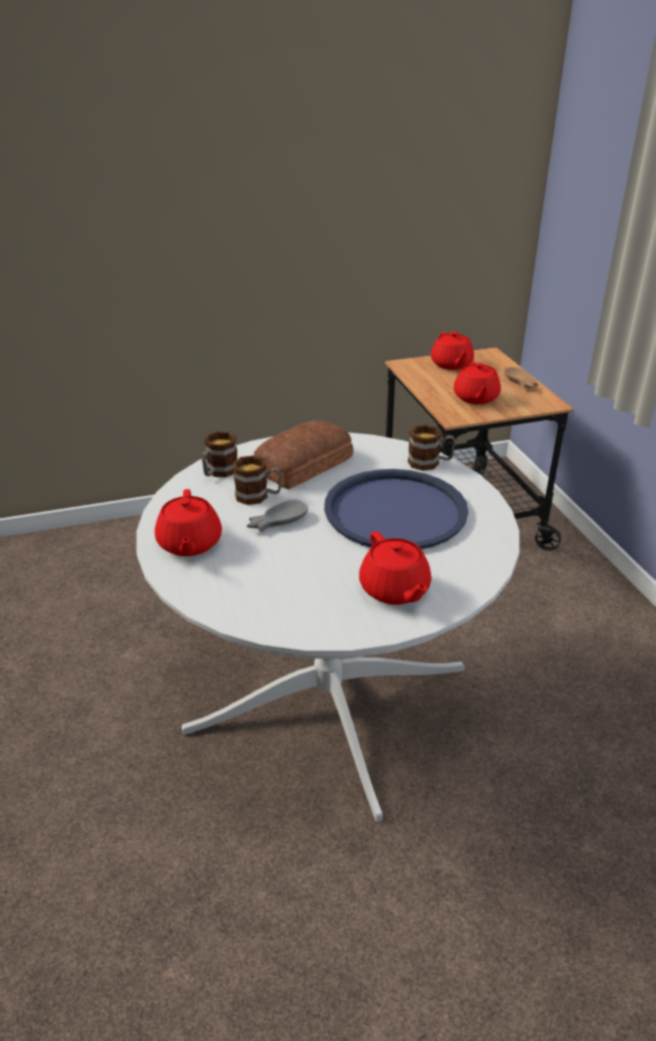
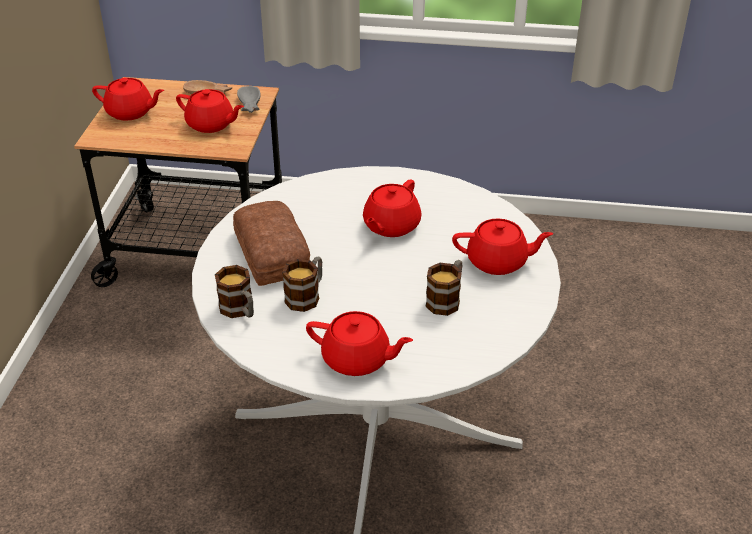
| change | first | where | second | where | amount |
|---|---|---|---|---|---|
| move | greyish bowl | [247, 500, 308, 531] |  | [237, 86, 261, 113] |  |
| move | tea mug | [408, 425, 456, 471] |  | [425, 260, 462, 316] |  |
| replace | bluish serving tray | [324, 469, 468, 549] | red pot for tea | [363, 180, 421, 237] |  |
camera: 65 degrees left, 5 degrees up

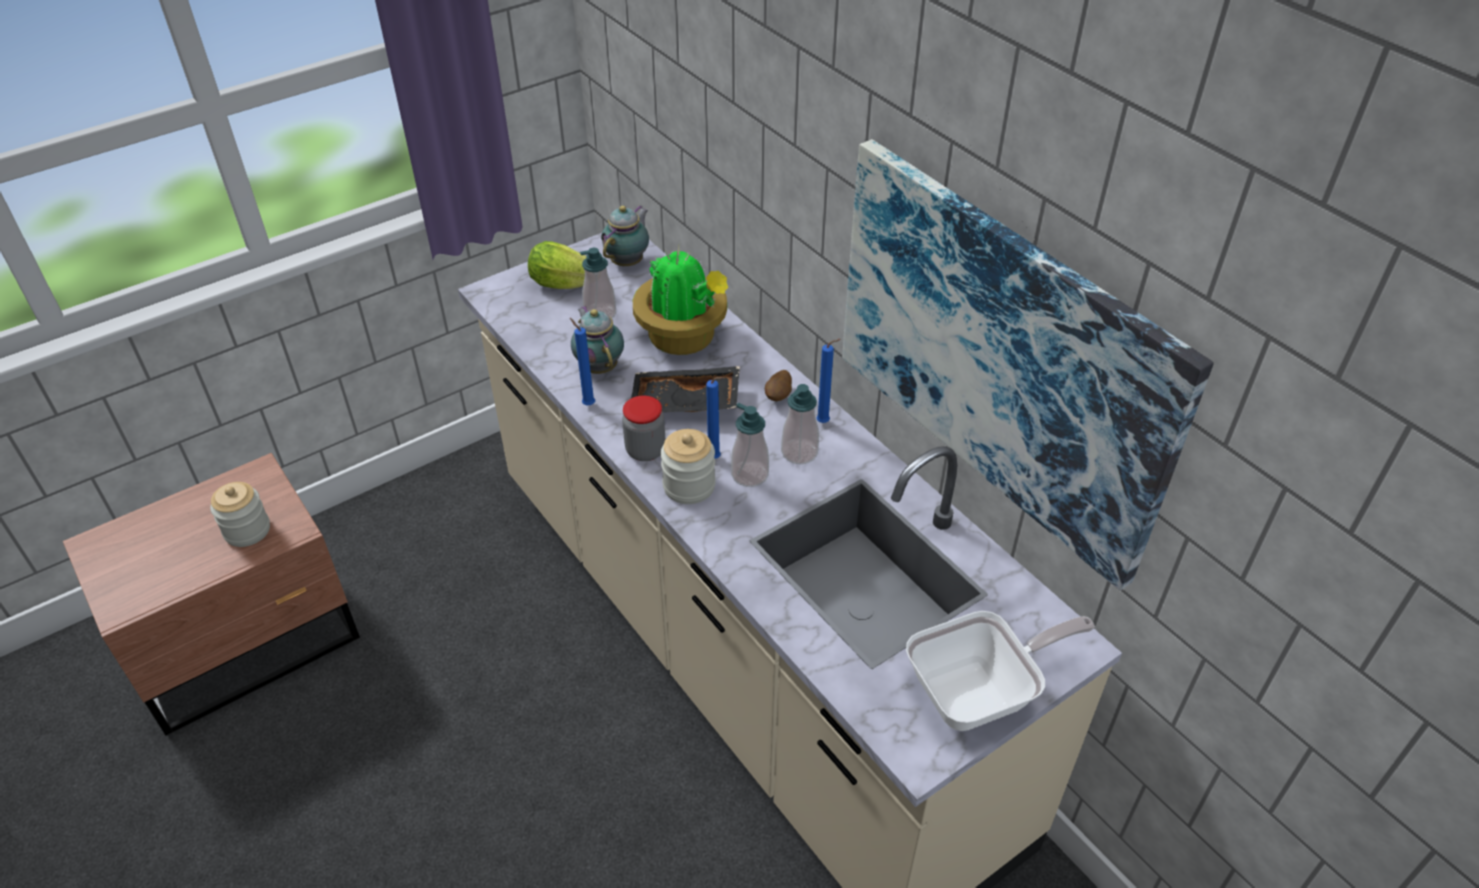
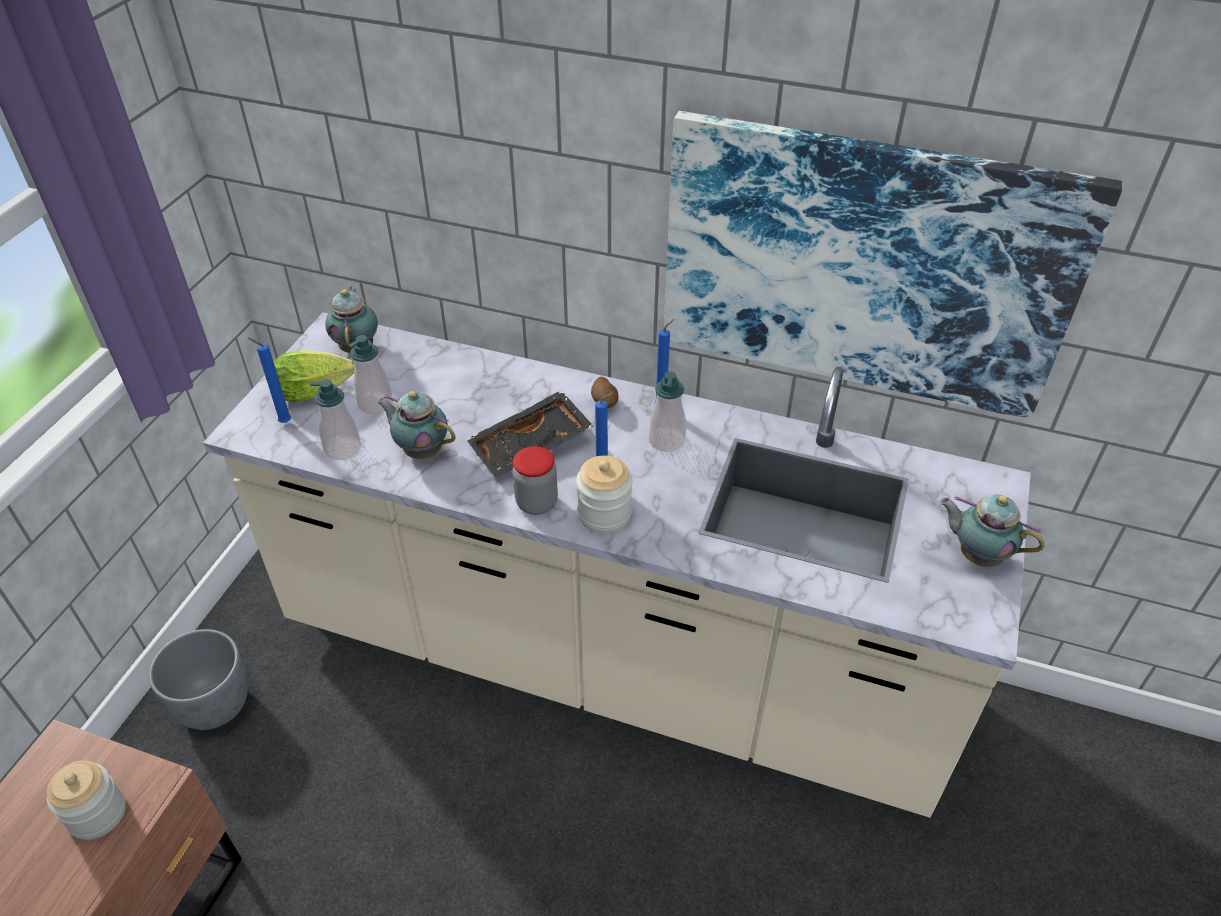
| change | first | where | second | where | amount |
|---|---|---|---|---|---|
| delete | plant in a pot | [633, 247, 728, 355] |  |  |  |
| insert |  |  | greyish flower pot | [149, 629, 248, 730] |  |
| move | bluish wax candle | [570, 318, 595, 405] |  | [248, 338, 291, 423] |  |
| move | liquid soap bottle | [731, 403, 769, 487] |  | [310, 379, 361, 460] |  |
| replace | frying pan | [906, 611, 1095, 731] | pot for tea | [940, 494, 1044, 567] |  |
camera: 35 degrees left, 0 degrees up

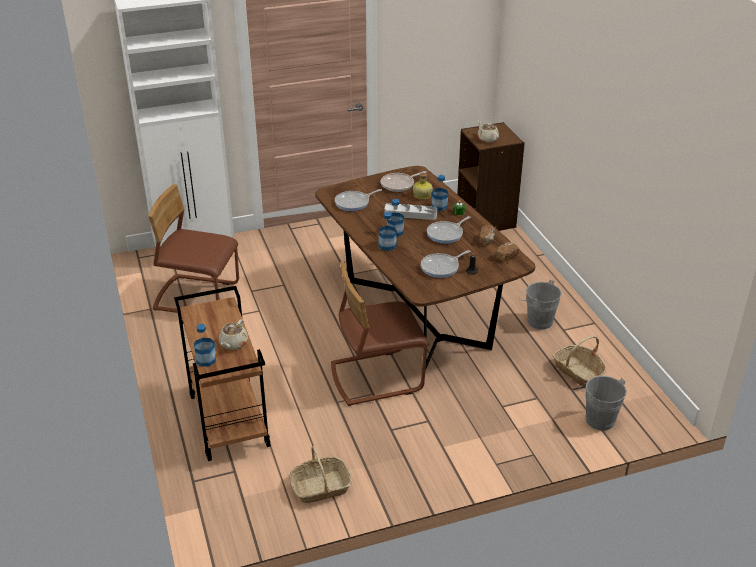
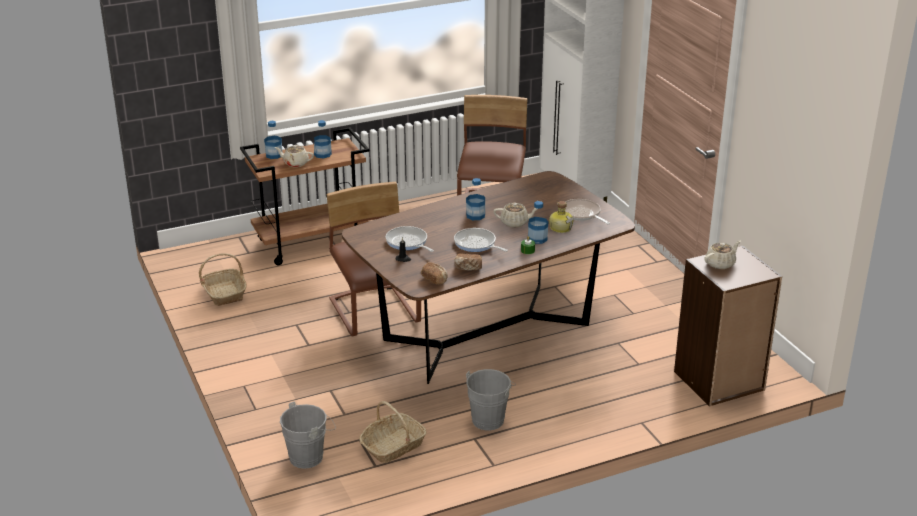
| change | first | where | second | where | amount |
|---|---|---|---|---|---|
| delete | frying pan | [335, 189, 382, 211] |  |  |  |
| move | beverage bottle | [378, 212, 397, 251] |  | [314, 120, 332, 158] |  |
| replace | greyish serving tray | [385, 203, 437, 220] | beige-coloured pot for tea | [493, 203, 537, 227] |  |
camera: 85 degrees right, 5 degrees down

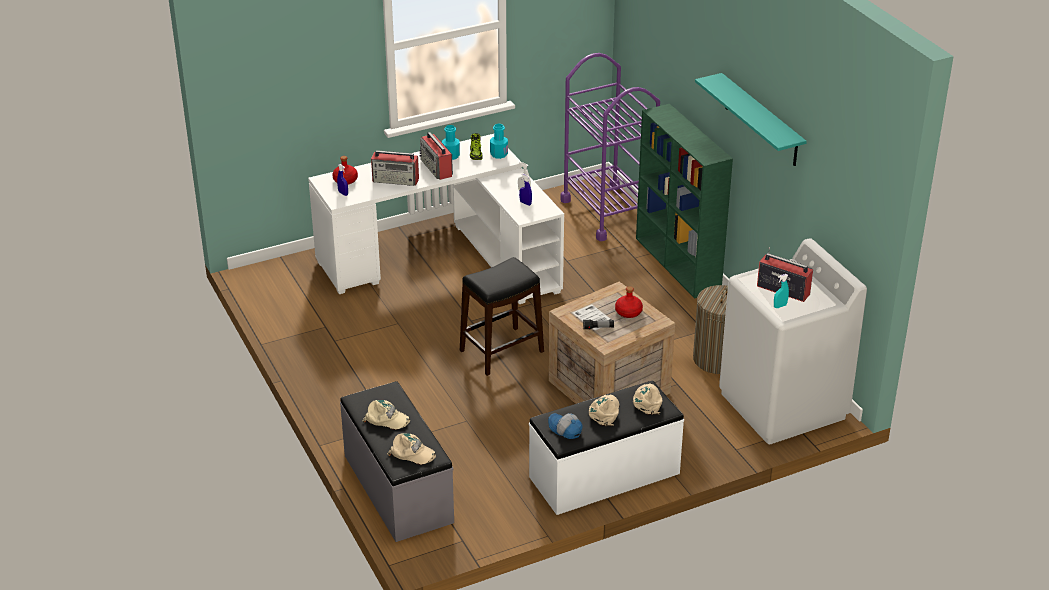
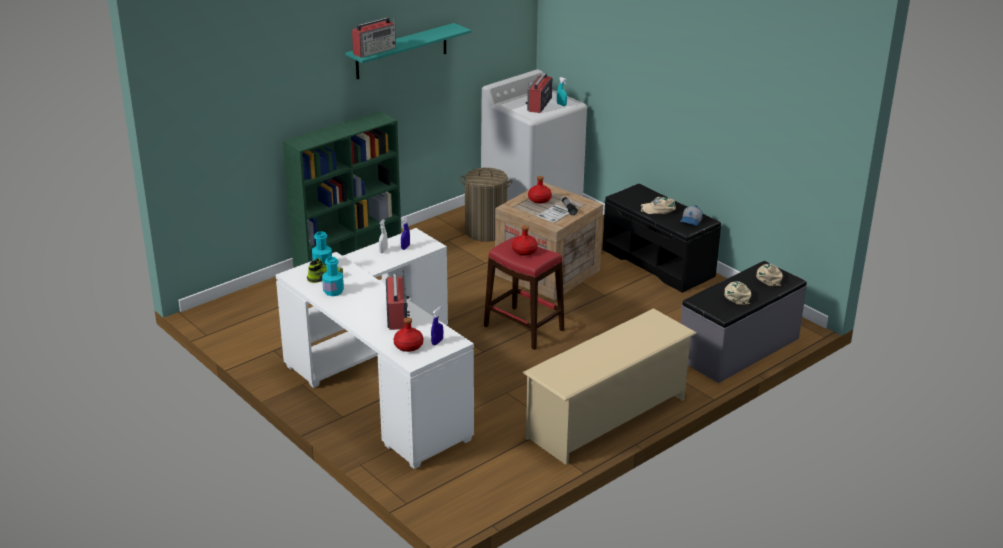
| change | first | where | second | where | amount |
|---|---|---|---|---|---|
| delete | purple wheeled cart | [560, 53, 660, 241] |  |  |  |
| delete | beige-coloured cap | [633, 383, 662, 415] |  |  |  |
| insert |  |  | red beverage bottle | [512, 226, 538, 256] |  |
| insert |  |  | beige-coloured shoe shelf | [523, 308, 697, 465] |  |
| move | radio receiver | [419, 132, 453, 180] |  | [352, 17, 396, 58] |  |
| recolor | black-coloured stool seat | [460, 257, 544, 376] | red stool seat | [484, 236, 564, 350] |  |
| recolor | white-coloured bench | [529, 381, 684, 515] | black-coloured bench | [602, 184, 721, 293] |  |
camera: 105 degrees left, 5 degrees down

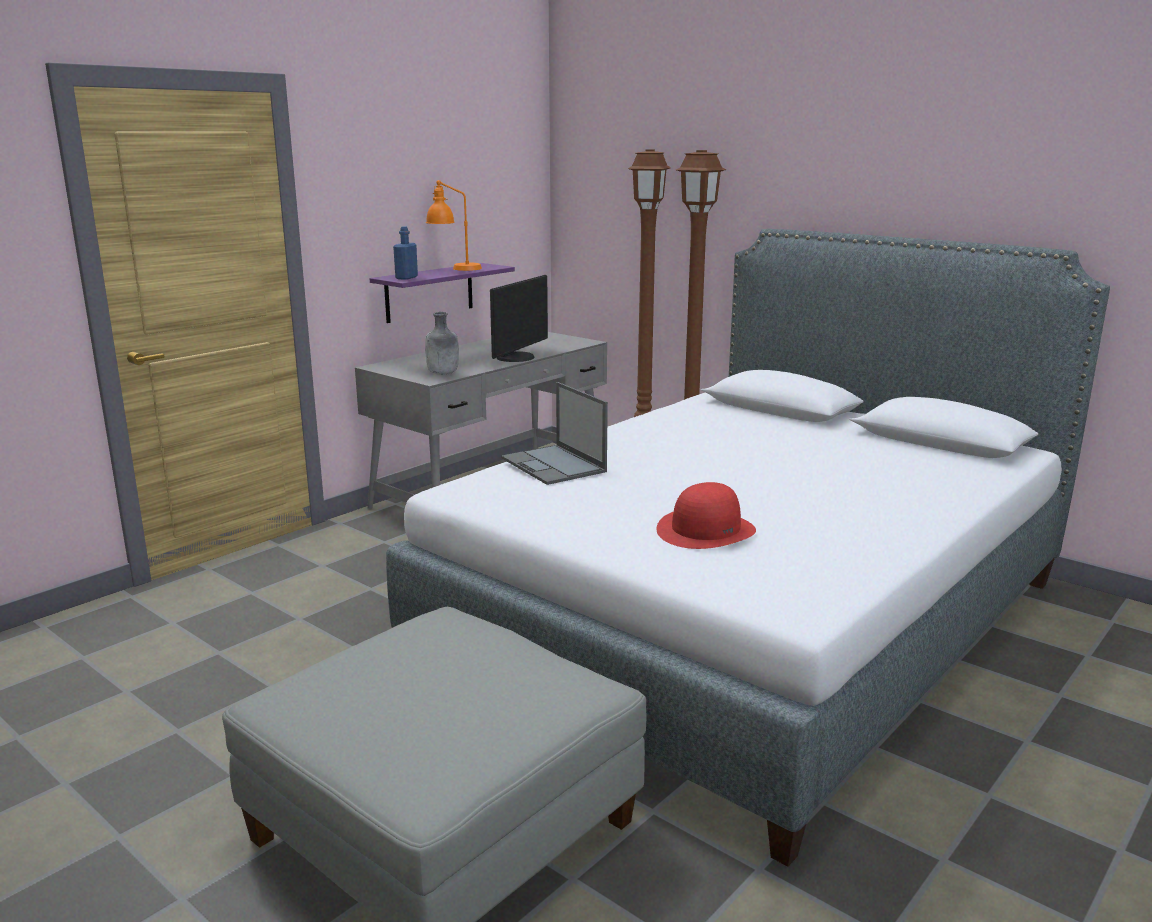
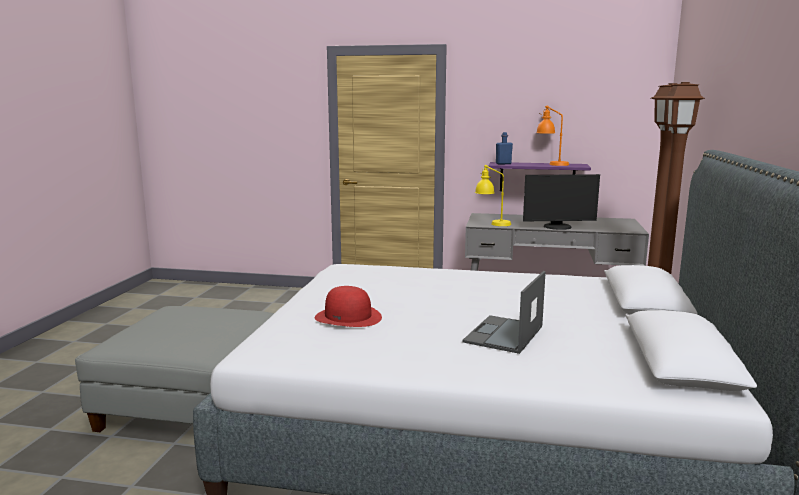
| change | first | where | second | where | amount |
|---|---|---|---|---|---|
| move | laptop | [501, 382, 608, 485] |  | [462, 271, 546, 354] |  |
| replace | greyish beverage bottle | [425, 312, 459, 375] | yellow tabletop lamp | [475, 165, 511, 226] |  |
camera: 60 degrees right, 5 degrees down

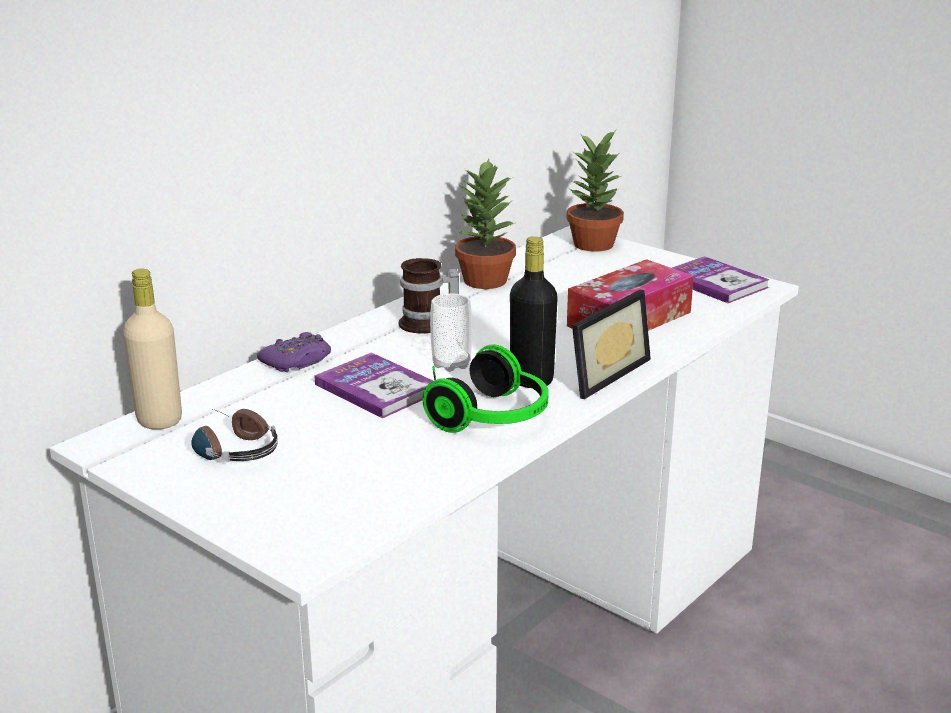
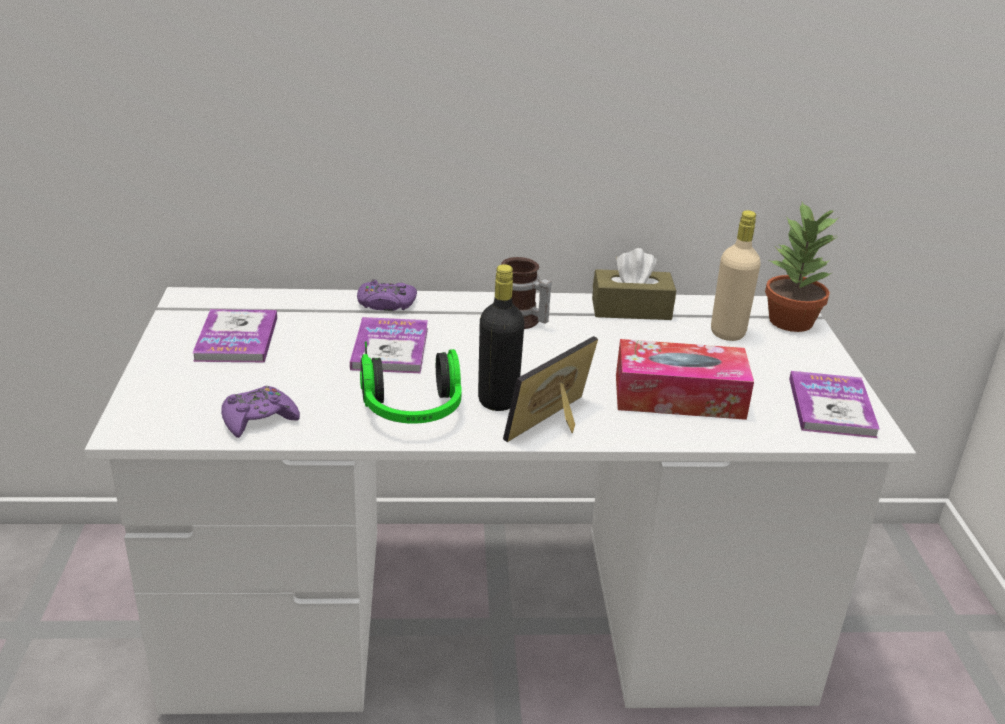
| change | first | where | second | where | amount |
|---|---|---|---|---|---|
| delete | small cup | [430, 293, 472, 372] |  |  |  |
| insert |  |  | purple joypad | [221, 386, 300, 438] |  |
| move | beige-coloured beverage bottle | [123, 269, 182, 430] |  | [711, 210, 761, 341] |  |
| replace | pair of headphones | [191, 409, 278, 462] | volume | [192, 309, 277, 362] |  |
| replace | plant in a pot | [455, 159, 517, 289] | brown box of tissues | [592, 248, 676, 320] |  |
| rotate | photo frame | [572, 290, 651, 399] |  | [503, 336, 598, 442] | 135 degrees clockwise |
camera: 45 degrees right, 5 degrees up

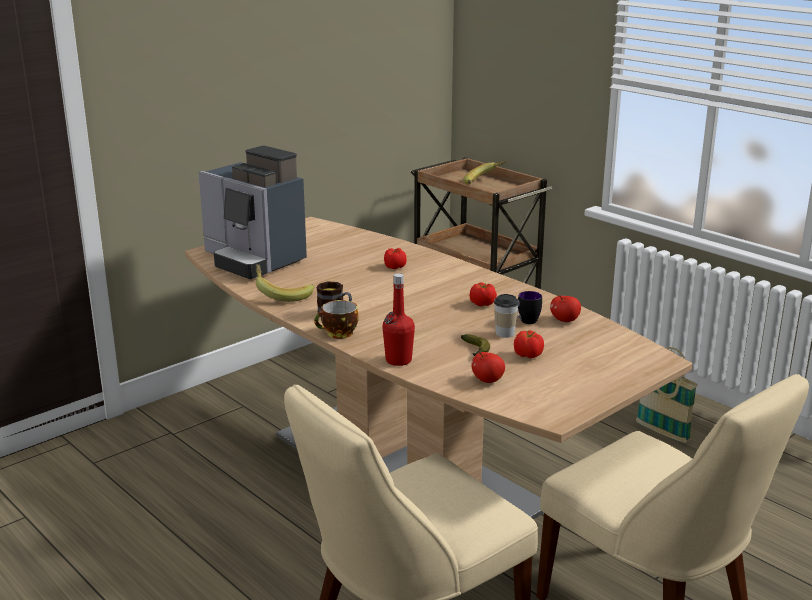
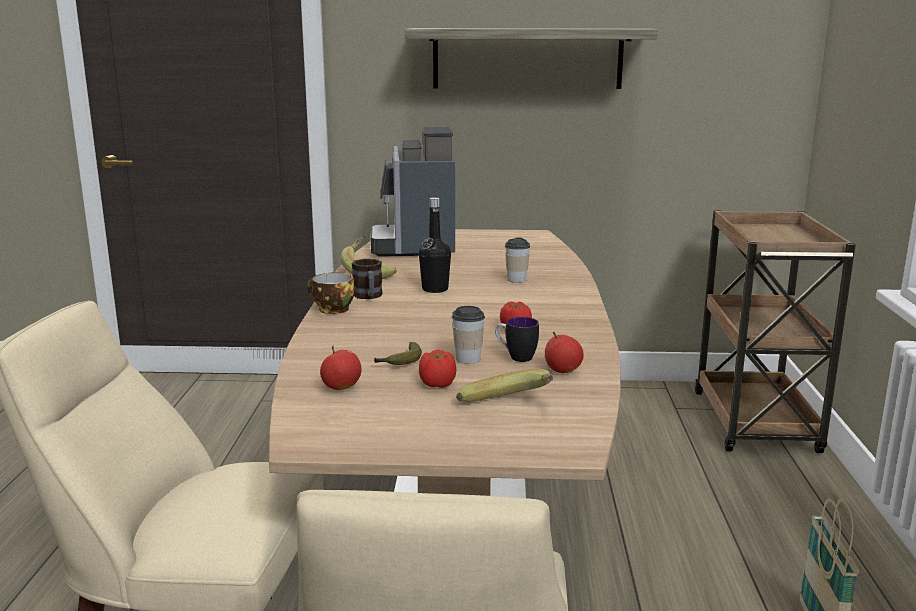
| change | first | where | second | where | amount |
|---|---|---|---|---|---|
| delete | red beverage bottle | [382, 273, 415, 366] |  |  |  |
| insert |  |  | shelf | [405, 28, 658, 89] |  |
| insert |  |  | black-coloured beverage bottle | [419, 197, 451, 293] |  |
| move | banana | [464, 161, 507, 184] |  | [456, 369, 553, 402] |  |
| replace | tomato | [384, 248, 407, 269] | small cup | [505, 237, 530, 283] |  |
camera: 45 degrees right, 5 degrees down

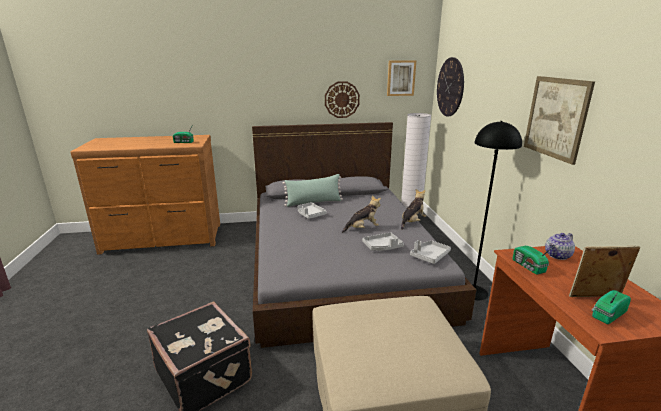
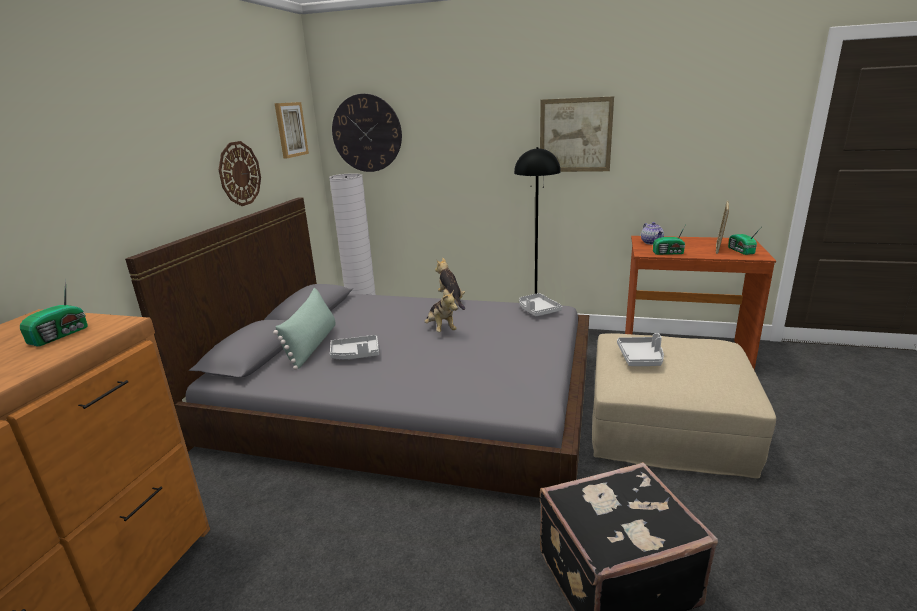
| change | first | where | second | where | amount |
|---|---|---|---|---|---|
| move | greyish serving tray | [362, 232, 404, 251] |  | [617, 333, 664, 366] |  |
| rotate | cuddly toy | [342, 195, 381, 233] |  | [424, 289, 458, 332] | 150 degrees clockwise |
camera: 65 degrees left, 0 degrees up

